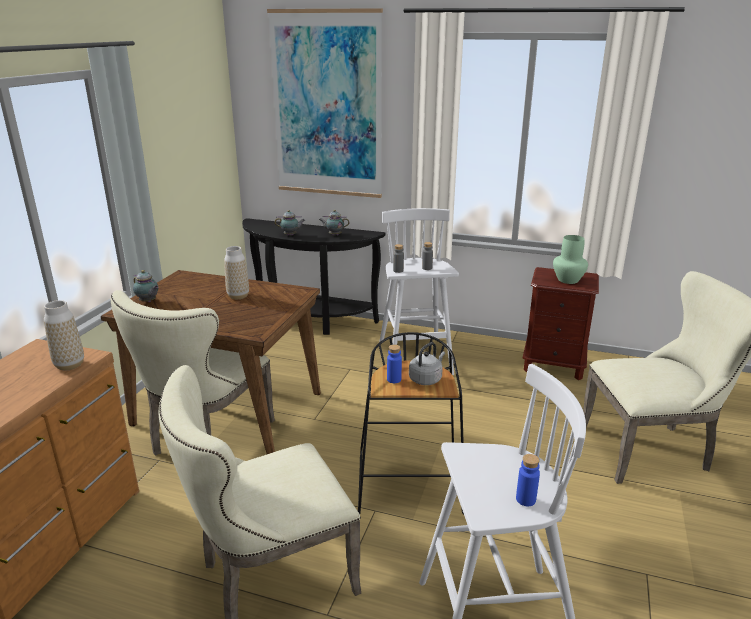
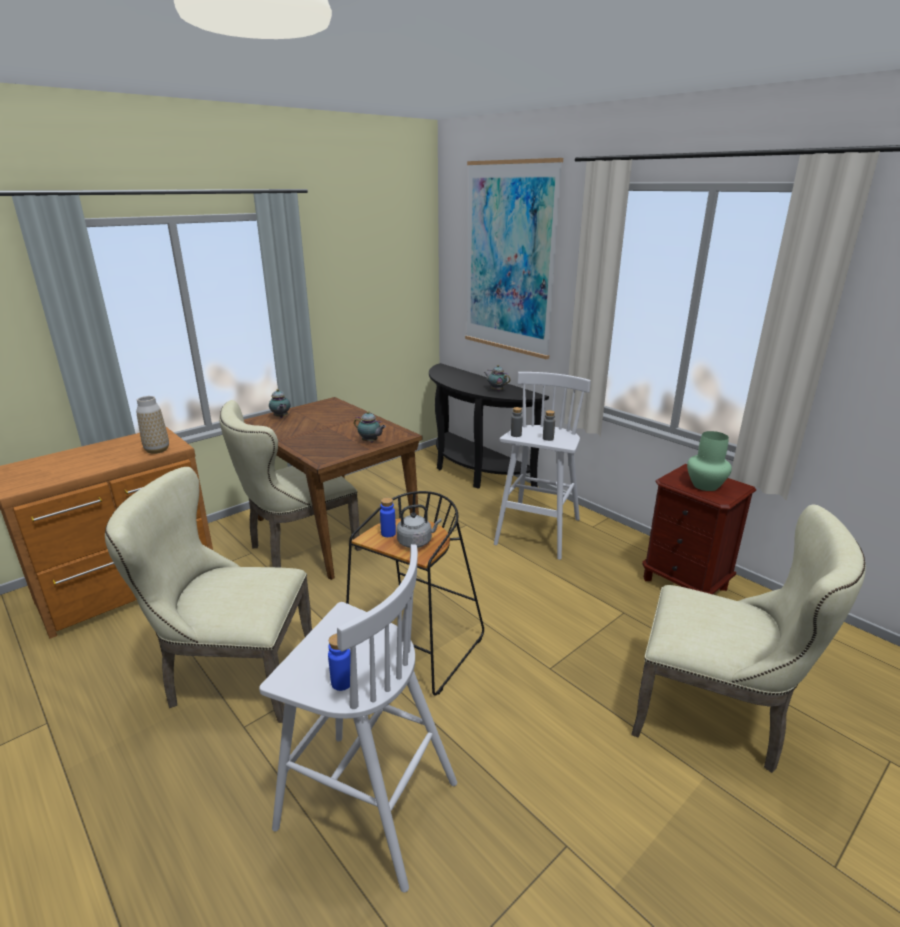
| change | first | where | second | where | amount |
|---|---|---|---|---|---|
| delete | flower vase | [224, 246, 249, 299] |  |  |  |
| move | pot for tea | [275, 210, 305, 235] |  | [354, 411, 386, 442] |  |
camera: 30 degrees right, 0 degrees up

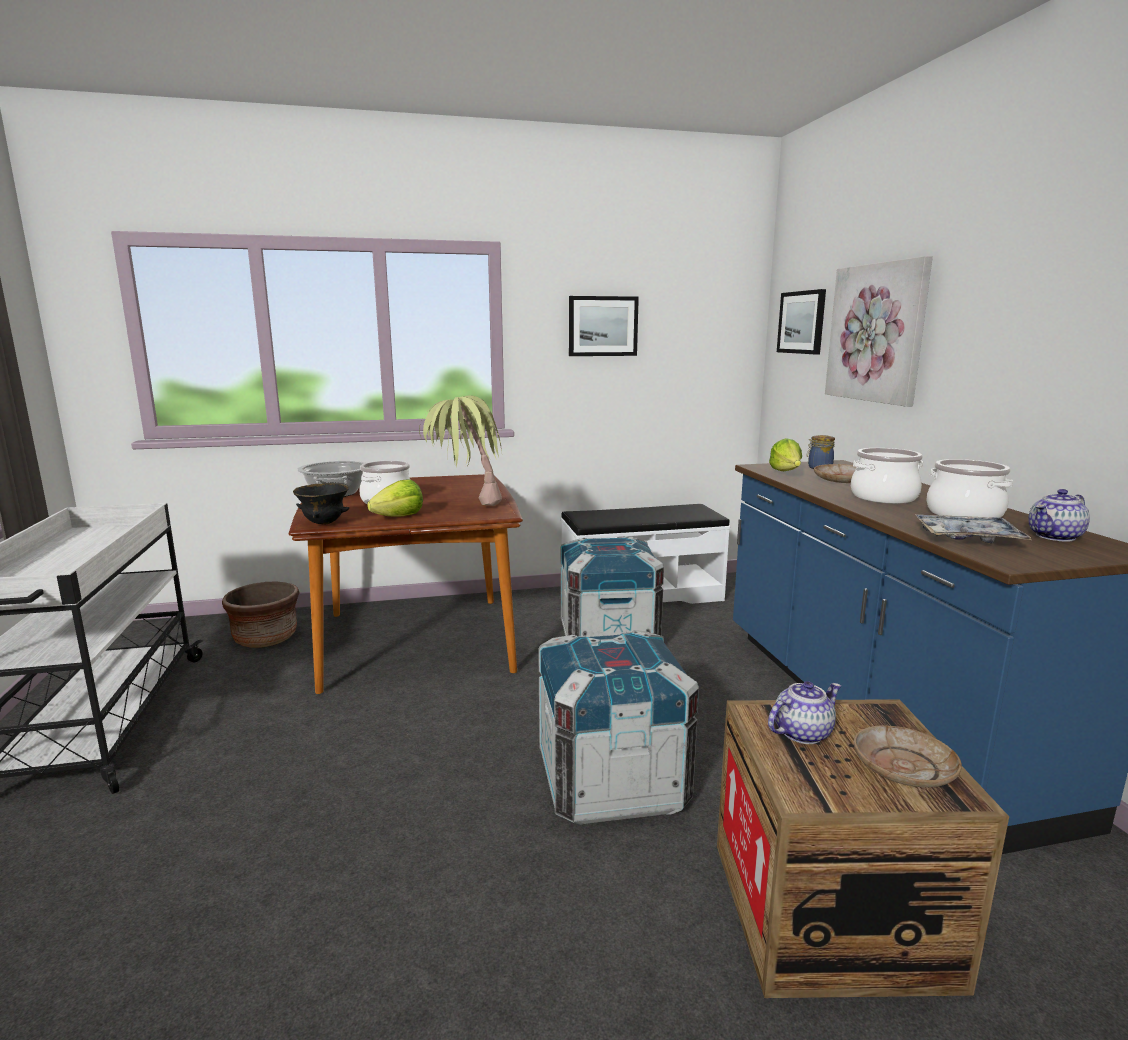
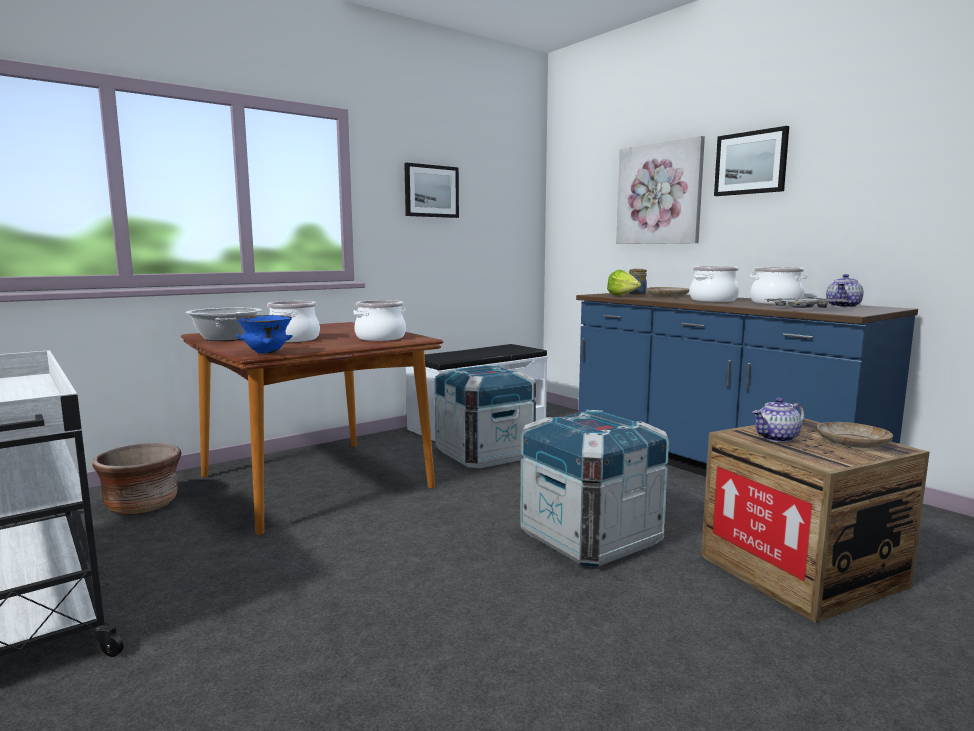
| change | first | where | second | where | amount |
|---|---|---|---|---|---|
| delete | lettuce | [367, 479, 423, 516] |  |  |  |
| move | picture | [777, 289, 826, 354] |  | [714, 126, 789, 196] |  |
| replace | plant in a pot | [419, 396, 502, 506] | saucepot | [353, 300, 406, 341] |  |
| recolor | black-coloured bowl | [293, 483, 349, 525] | bluish bowl | [236, 315, 293, 354] |  |
| rotate | pot for tea | [768, 681, 841, 744] |  | [752, 398, 805, 442] | 150 degrees counterclockwise |
camera: 25 degrees left, 5 degrees down

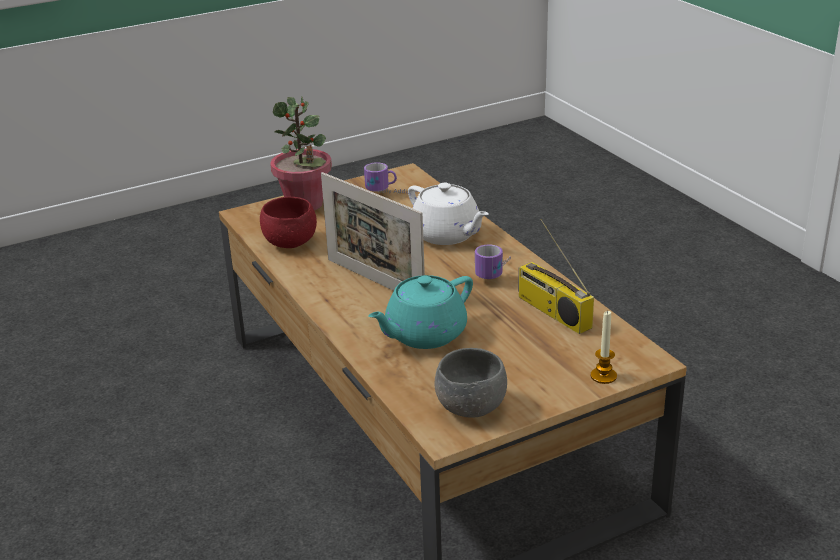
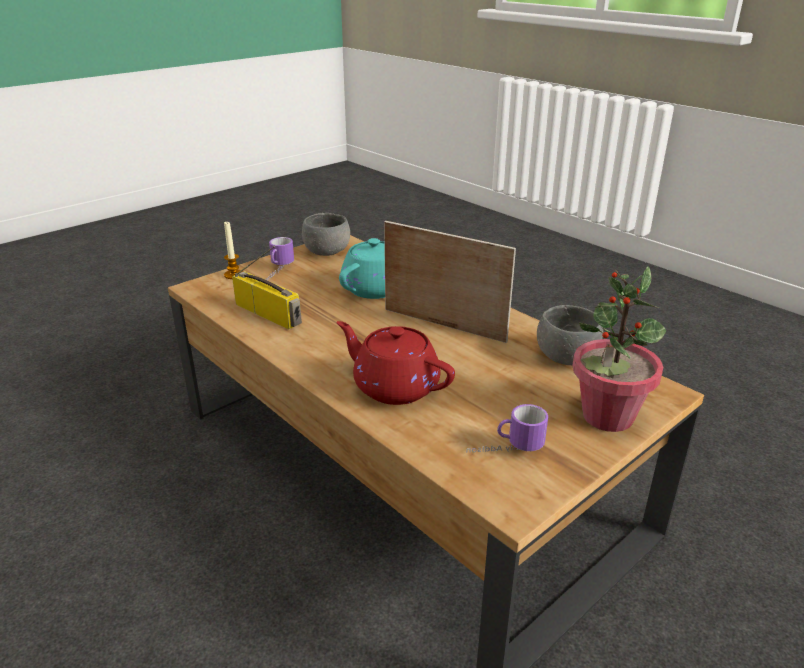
| change | first | where | second | where | amount |
|---|---|---|---|---|---|
| move | tea mug | [475, 244, 511, 279] |  | [265, 237, 294, 280] |  |
| recolor | red bowl | [260, 197, 317, 248] | greyish bowl | [537, 305, 603, 365] |  |
| recolor | white-coloured pot for tea | [408, 183, 489, 245] | red pot for tea | [336, 321, 455, 405] |  |
camera: 165 degrees right, 0 degrees up

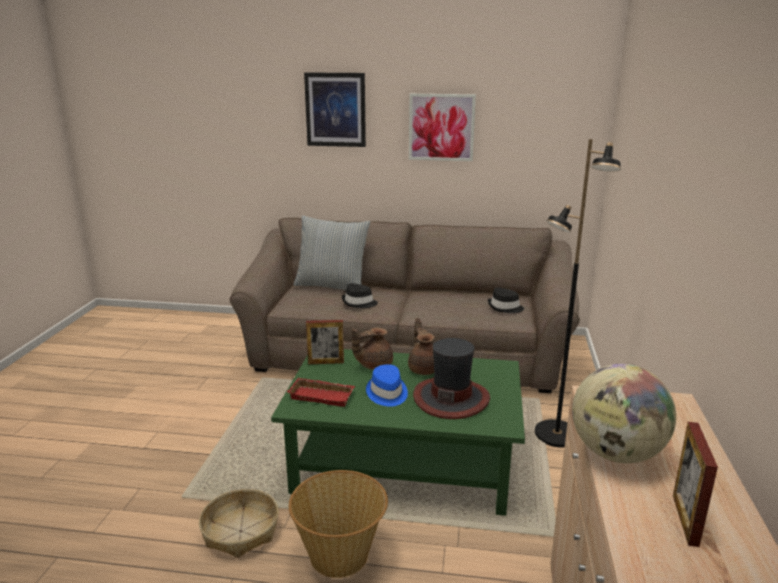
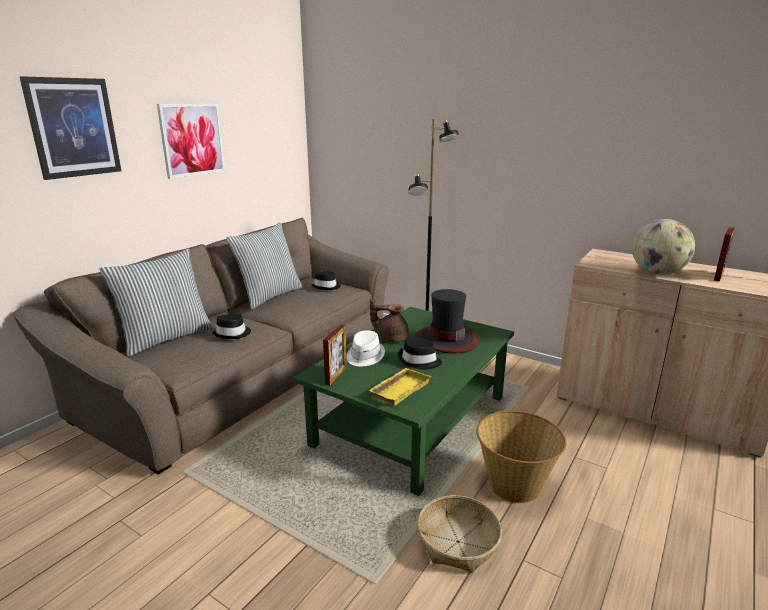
| change | first | where | second | where | amount |
|---|---|---|---|---|---|
| insert |  |  | pillow | [226, 222, 303, 309] |  |
| replace | brown pot for tea | [352, 327, 393, 370] | white-coloured clothing hat | [347, 330, 385, 366] |  |
| recolor | red serving tray | [287, 378, 355, 407] | yellow serving tray | [369, 368, 431, 406] |  |
| recolor | bluish clothing hat | [366, 364, 408, 407] | black-coloured clothing hat | [398, 336, 442, 370] |  |
| rotate | photo frame | [673, 422, 718, 547] |  | [714, 227, 735, 281] | 90 degrees counterclockwise |
camera: 65 degrees left, 0 degrees up

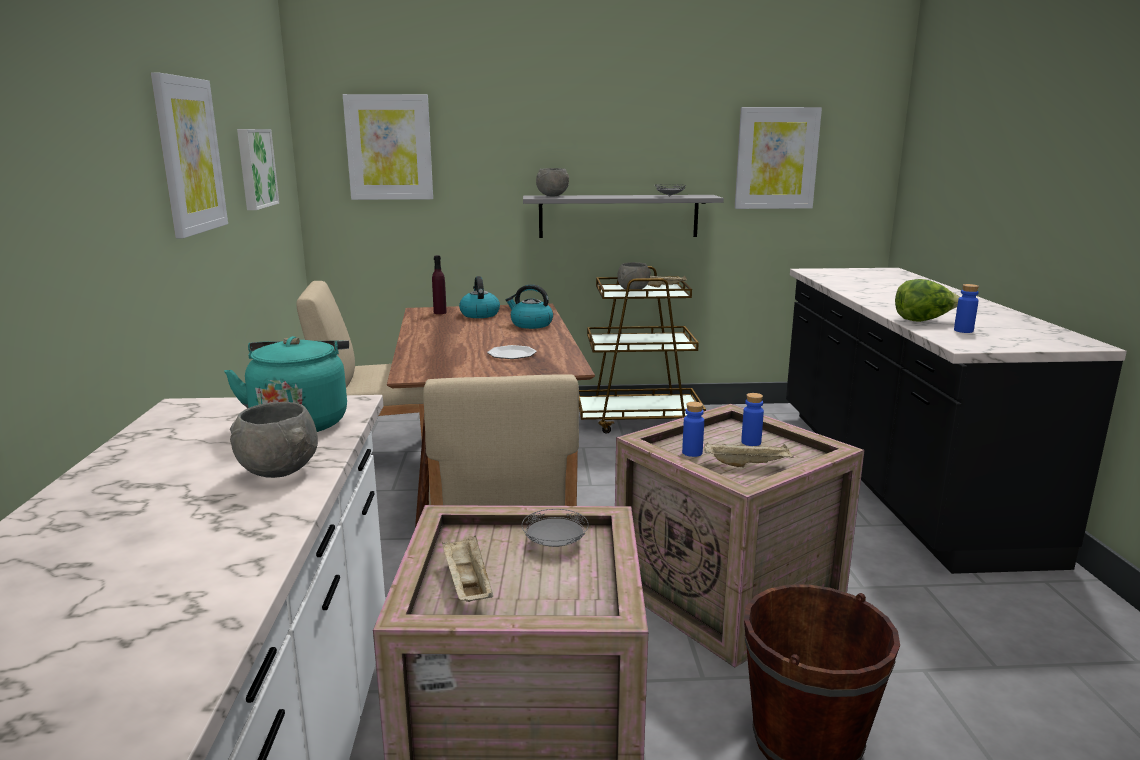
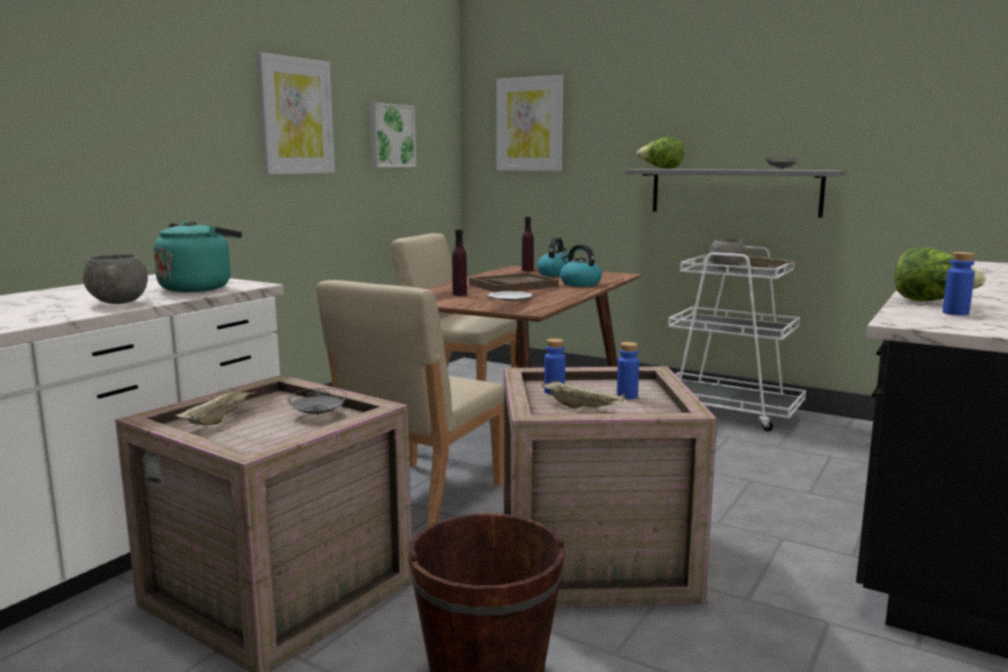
| change | first | where | second | where | amount |
|---|---|---|---|---|---|
| delete | picture | [735, 107, 822, 209] |  |  |  |
| insert |  |  | purple beverage bottle | [452, 229, 467, 296] |  |
| insert |  |  | brown serving tray | [469, 273, 559, 292] |  |
| replace | greyish bowl | [536, 168, 569, 197] | lettuce | [637, 137, 684, 169] |  |
| recolor | brown wheeled cart | [579, 266, 706, 434] | white-coloured wheeled cart | [668, 246, 806, 432] |  |
camera: 35 degrees right, 5 degrees down

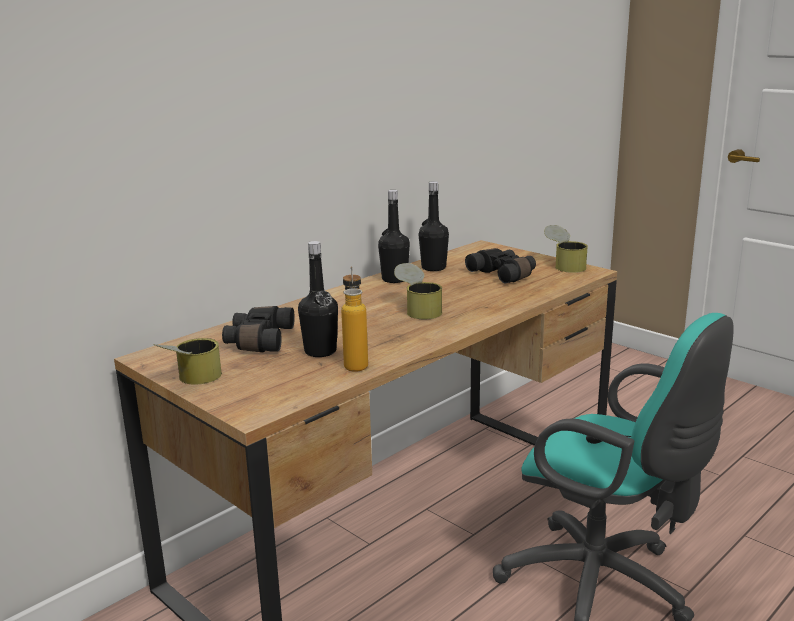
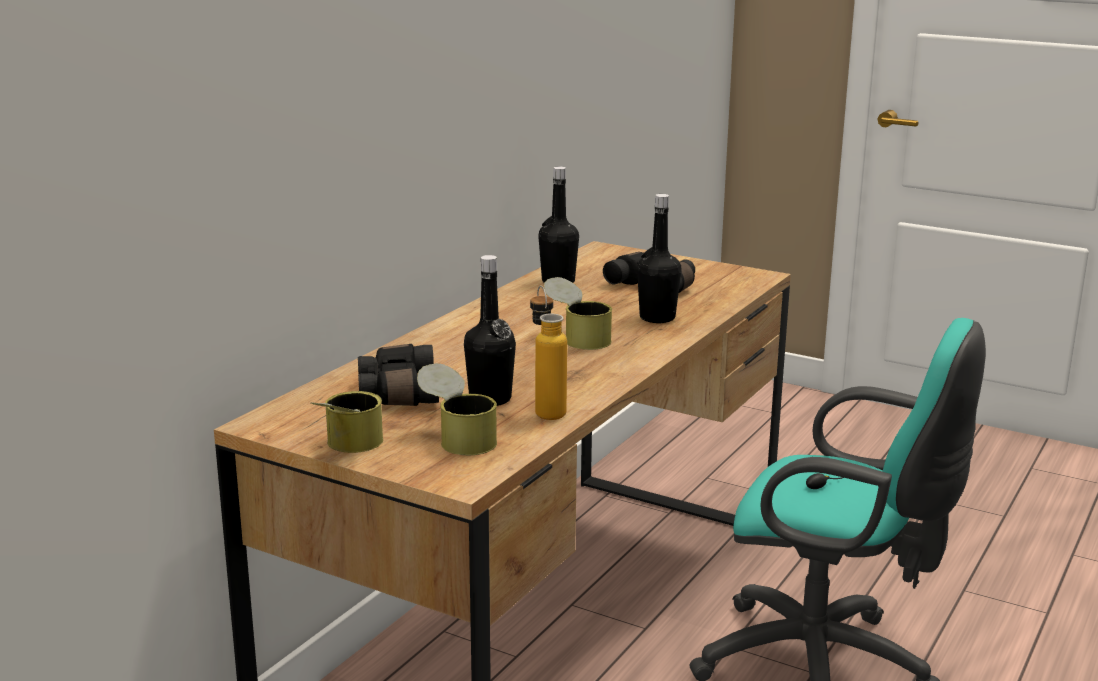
| change | first | where | second | where | amount |
|---|---|---|---|---|---|
| move | black-coloured beverage bottle | [378, 190, 410, 283] |  | [637, 194, 681, 323] |  |
| move | sealed can | [544, 225, 588, 273] |  | [417, 363, 497, 455] |  |
camera: 15 degrees left, 0 degrees up

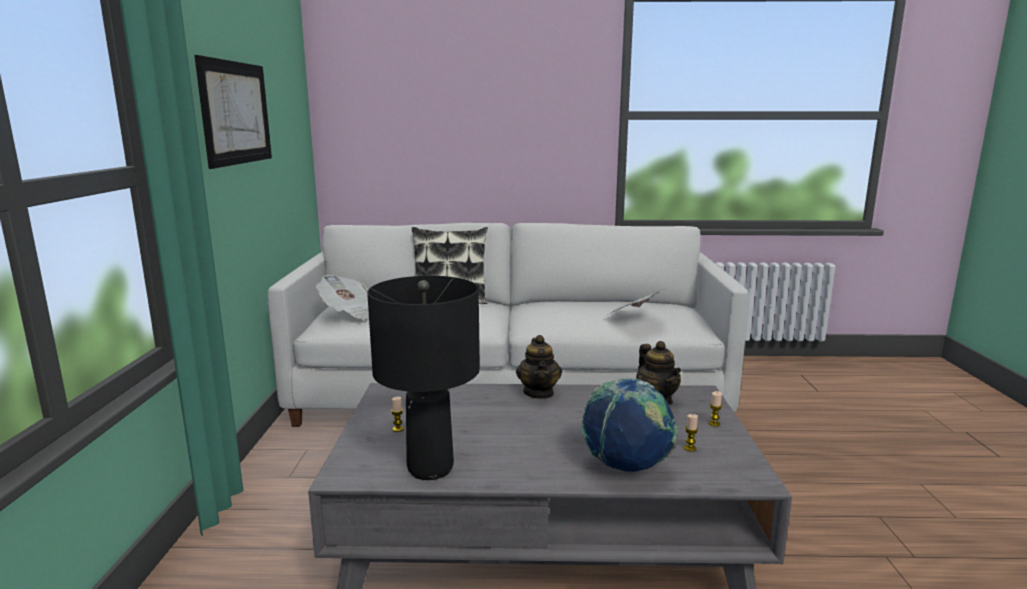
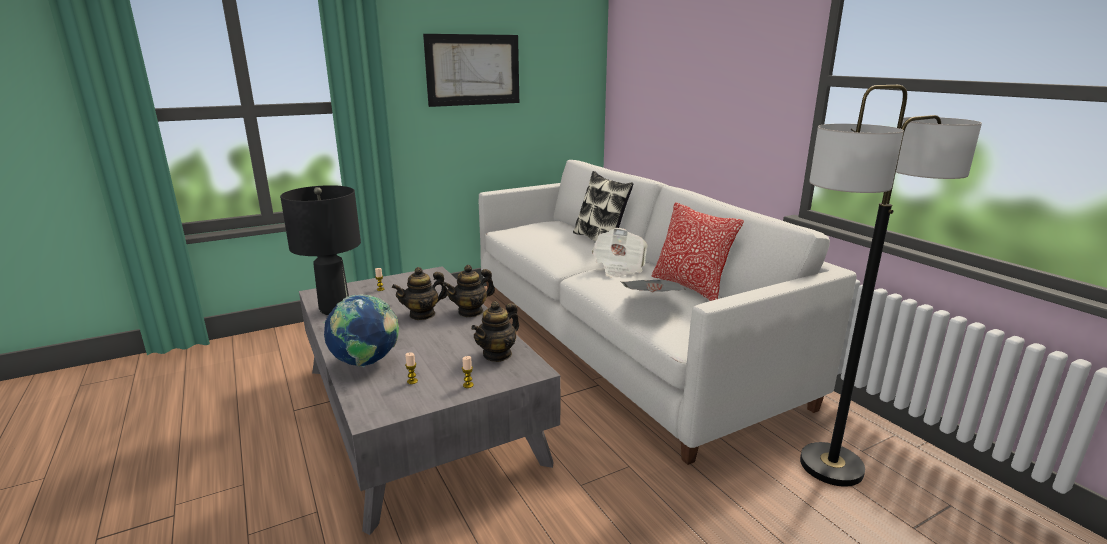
| change | first | where | second | where | amount |
|---|---|---|---|---|---|
| insert |  |  | pot for tea | [392, 267, 447, 320] |  |
| insert |  |  | pillow | [651, 202, 744, 301] |  |
| insert |  |  | standard lamp | [800, 85, 982, 487] |  |
| move | printed paper | [316, 275, 369, 320] |  | [592, 228, 648, 278] |  |
camera: 60 degrees right, 5 degrees up

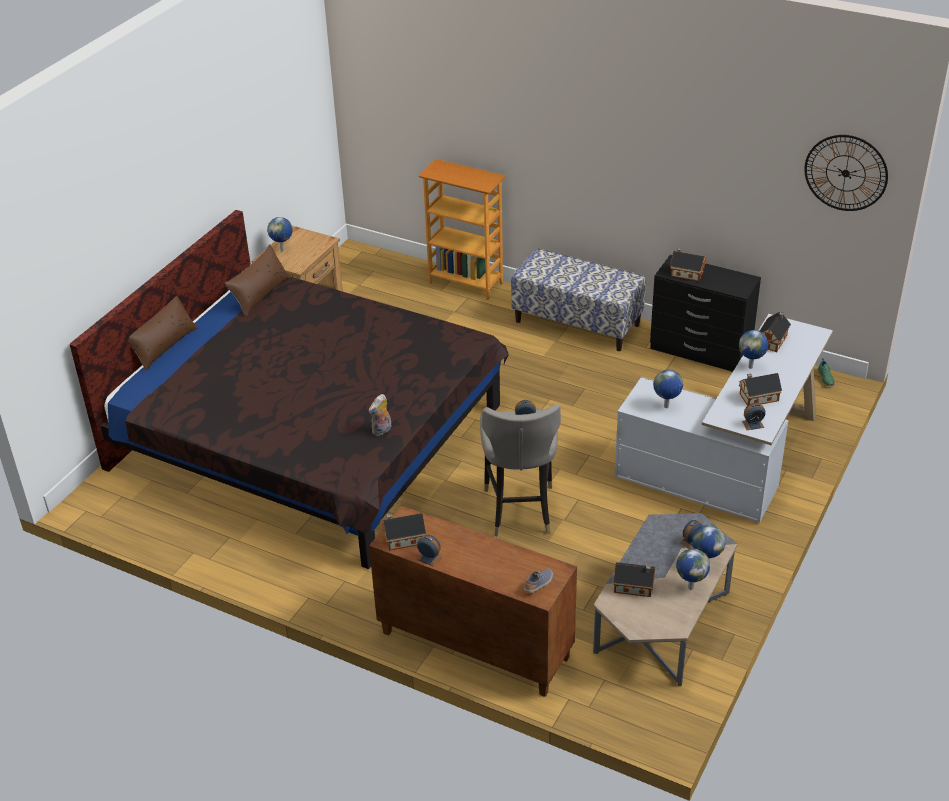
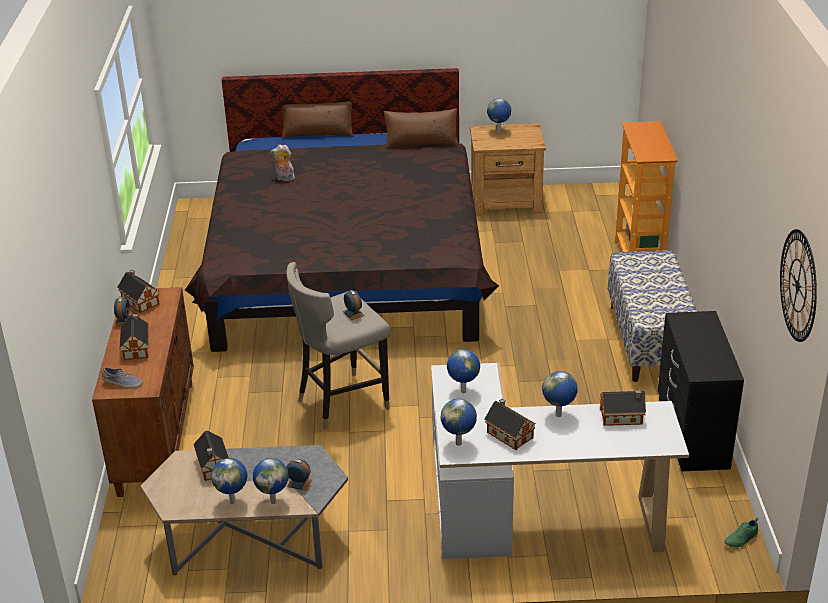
| change | first | where | second | where | amount |
|---|---|---|---|---|---|
| move | cuddly toy | [369, 394, 392, 436] |  | [270, 145, 295, 181] |  |
| move | toy house | [670, 248, 706, 281] |  | [120, 314, 149, 361] |  |
| replace | alarm clock | [742, 403, 765, 430] | desk globe | [441, 399, 477, 446] |  |
camera: 60 degrees right, 5 degrees down

